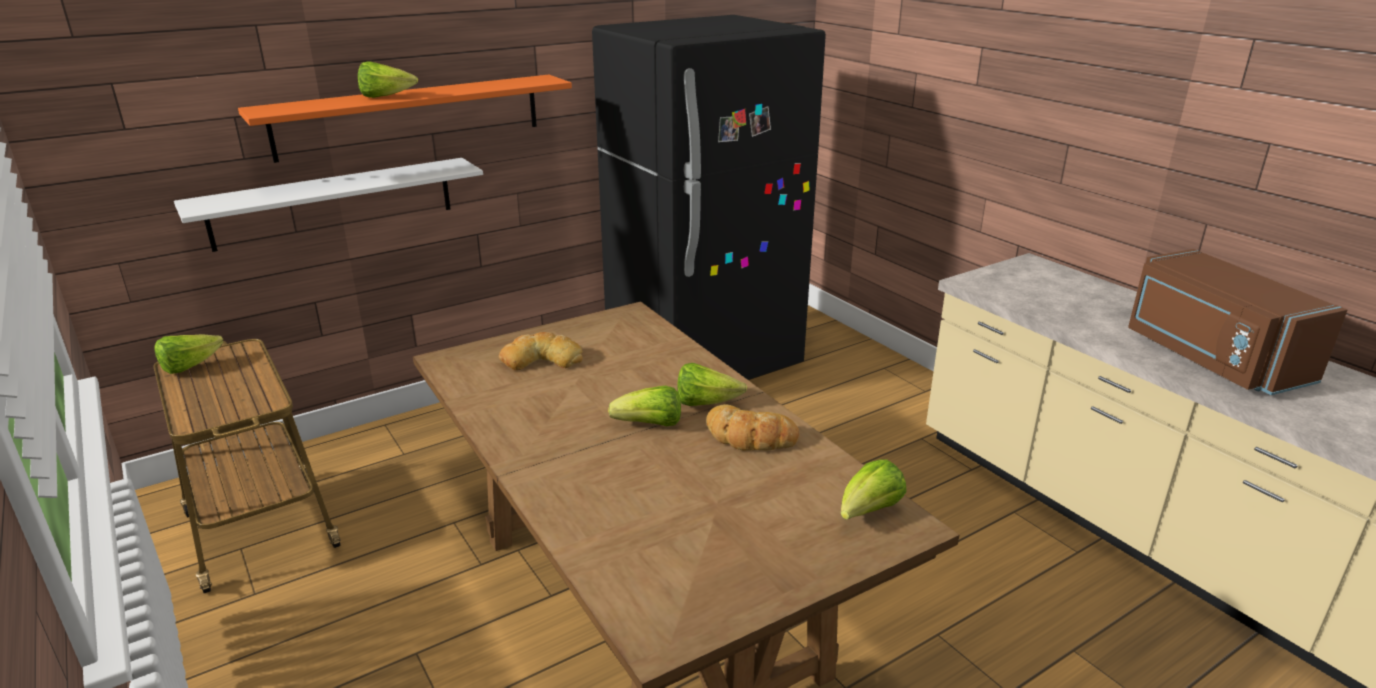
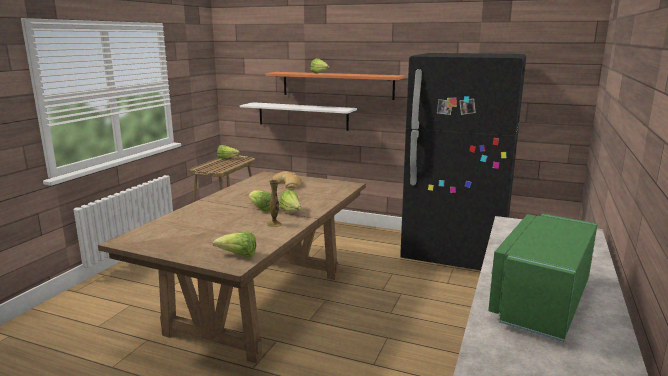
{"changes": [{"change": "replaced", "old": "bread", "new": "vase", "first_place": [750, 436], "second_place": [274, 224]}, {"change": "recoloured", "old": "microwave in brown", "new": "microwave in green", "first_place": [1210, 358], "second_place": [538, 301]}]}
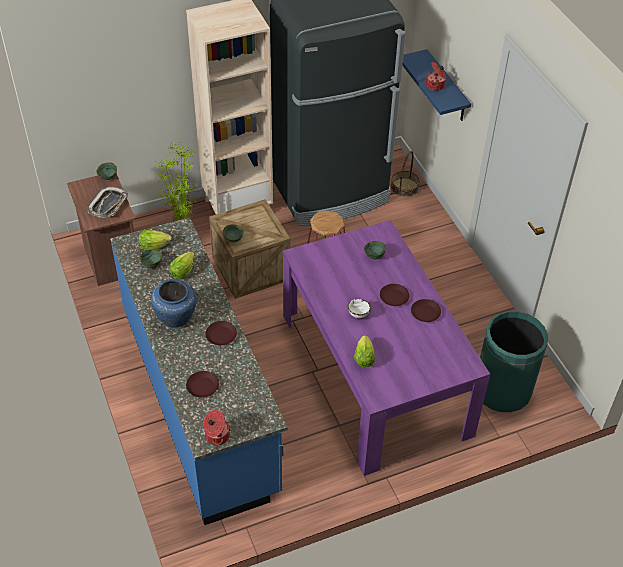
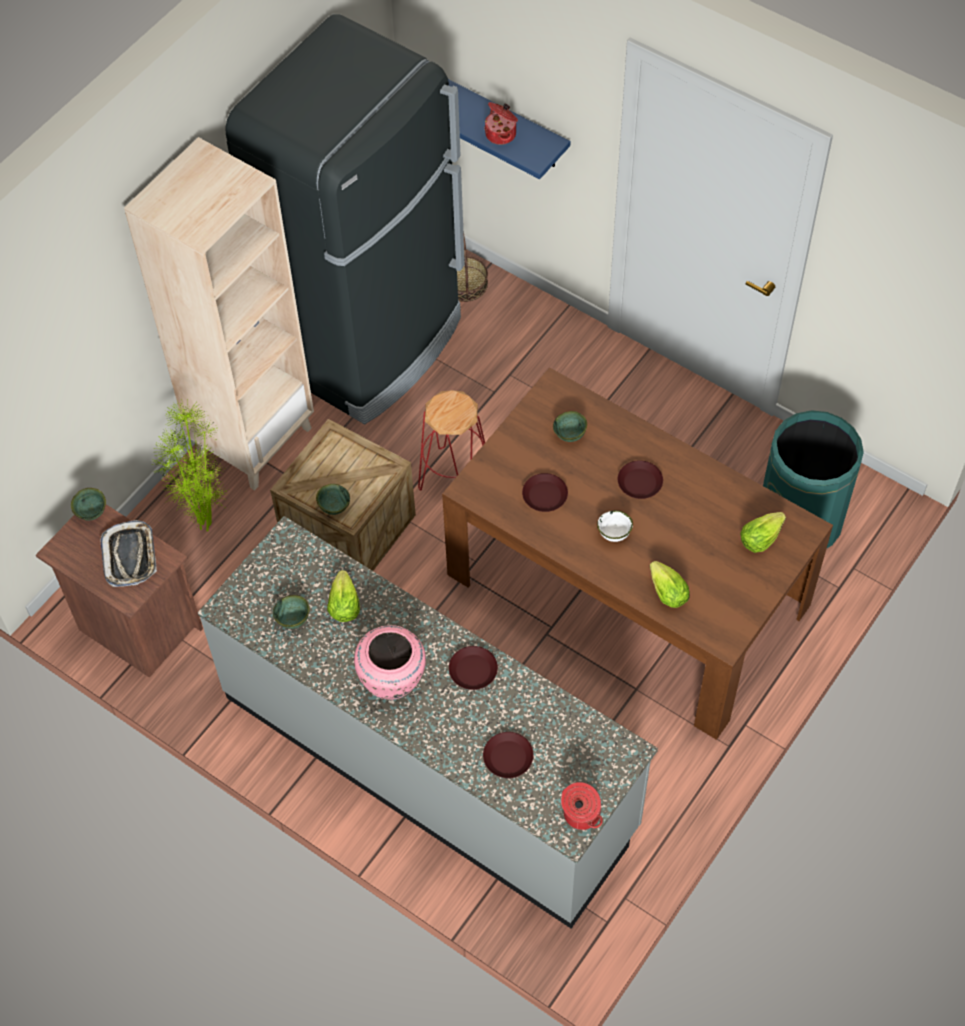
{"changes": [{"change": "recoloured", "old": "counter in blue", "new": "counter in grey", "first_place": [200, 399], "second_place": [430, 761]}, {"change": "moved", "old": "lettuce", "first_place": [154, 246], "second_place": [760, 539]}, {"change": "recoloured", "old": "vase in blue", "new": "vase in pink", "first_place": [176, 318], "second_place": [393, 681]}, {"change": "recoloured", "old": "dining table in purple", "new": "dining table in brown", "first_place": [375, 374], "second_place": [628, 590]}, {"change": "moved", "old": "plate in brown", "first_place": [425, 312], "second_place": [545, 495]}]}
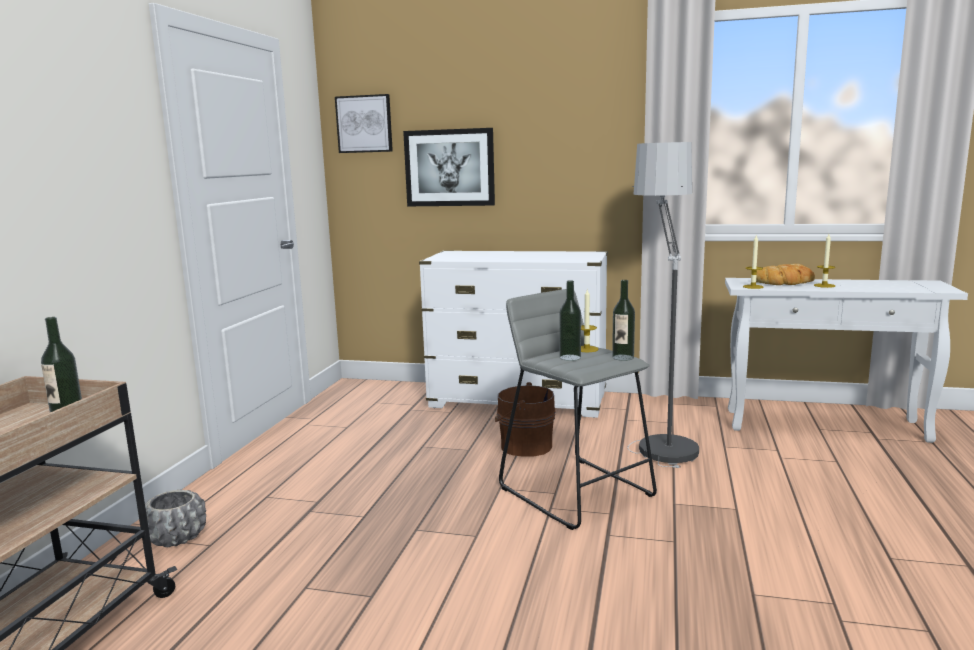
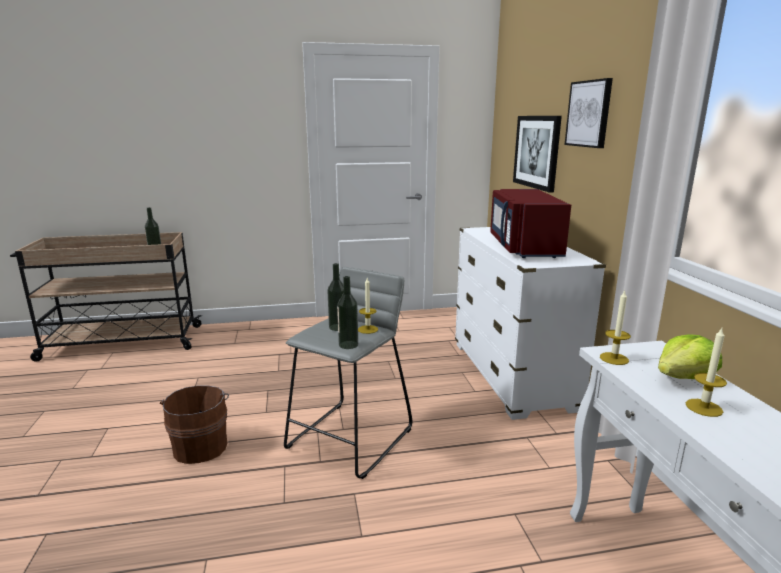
{"changes": [{"change": "removed", "old": "planter in grey", "first_place": [177, 537]}, {"change": "moved", "old": "picture", "first_place": [364, 124], "second_place": [589, 114]}, {"change": "moved", "old": "bucket in brown", "first_place": [524, 446], "second_place": [201, 445]}, {"change": "removed", "old": "floor lamp", "first_place": [659, 435]}, {"change": "replaced", "old": "bread", "new": "lettuce", "first_place": [785, 282], "second_place": [684, 377]}, {"change": "added", "new": "microwave in red", "second_place": [523, 247]}]}
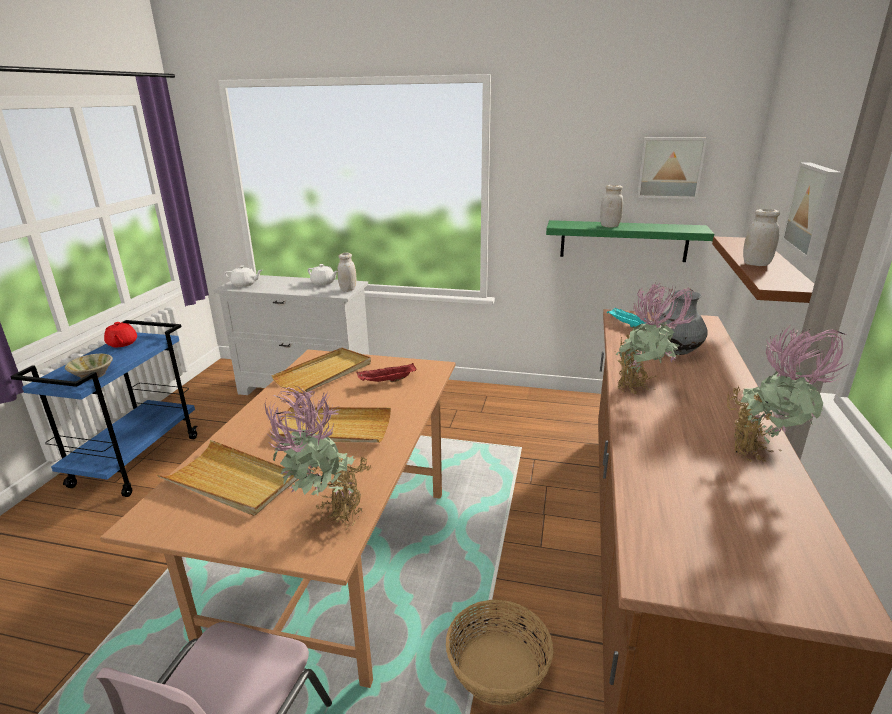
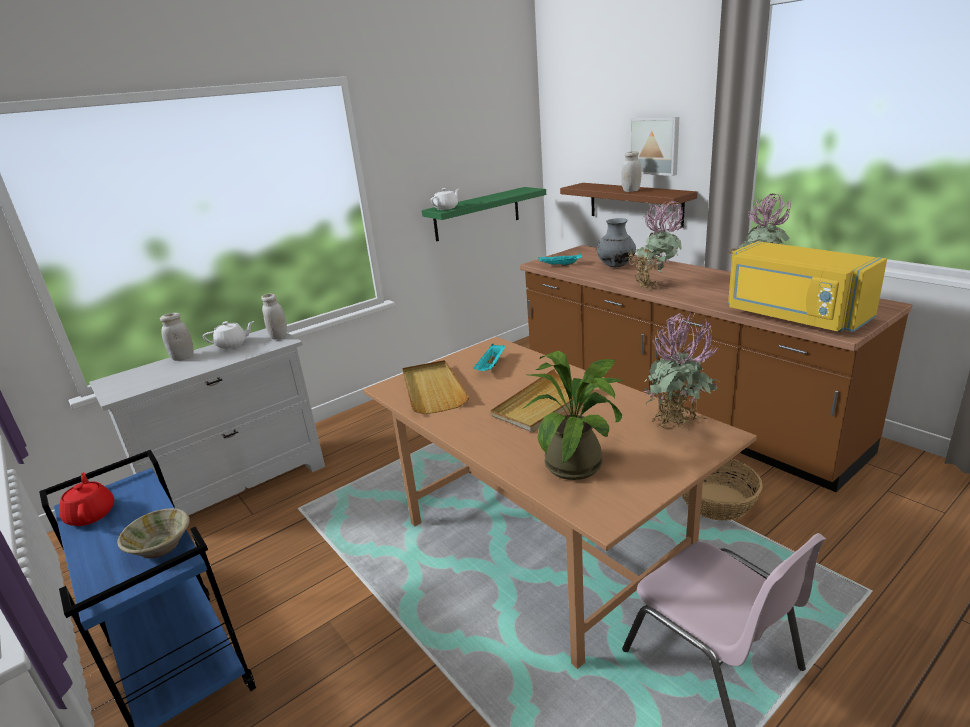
{"changes": [{"change": "turned", "old": "teapot in red", "first_place": [122, 344], "second_place": [91, 514], "degrees": -135}, {"change": "replaced", "old": "tray in beige", "new": "potted plant", "first_place": [231, 481], "second_place": [579, 463]}, {"change": "moved", "old": "teapot in white", "first_place": [245, 284], "second_place": [446, 208]}, {"change": "recoloured", "old": "tray in red", "new": "tray in turquoise", "first_place": [387, 381], "second_place": [491, 367]}, {"change": "moved", "old": "jar in white", "first_place": [609, 226], "second_place": [183, 357]}, {"change": "removed", "old": "picture", "first_place": [670, 168]}, {"change": "added", "new": "microwave in yellow", "second_place": [794, 316]}]}
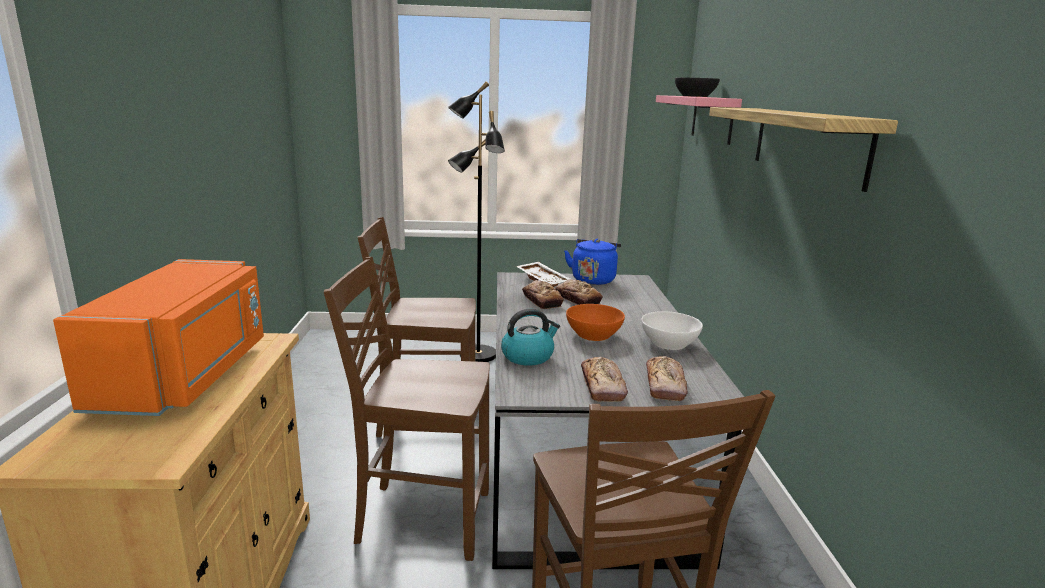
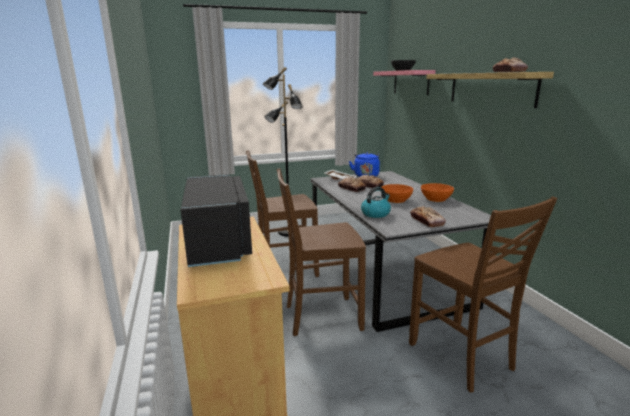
{"changes": [{"change": "recoloured", "old": "microwave in orange", "new": "microwave in black", "first_place": [187, 375], "second_place": [220, 243]}, {"change": "recoloured", "old": "bowl in white", "new": "bowl in orange", "first_place": [668, 343], "second_place": [436, 199]}, {"change": "moved", "old": "bread", "first_place": [664, 385], "second_place": [509, 72]}]}
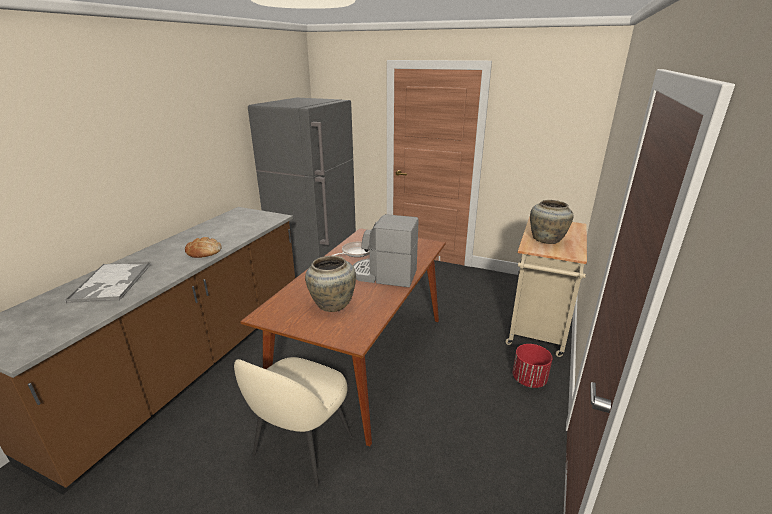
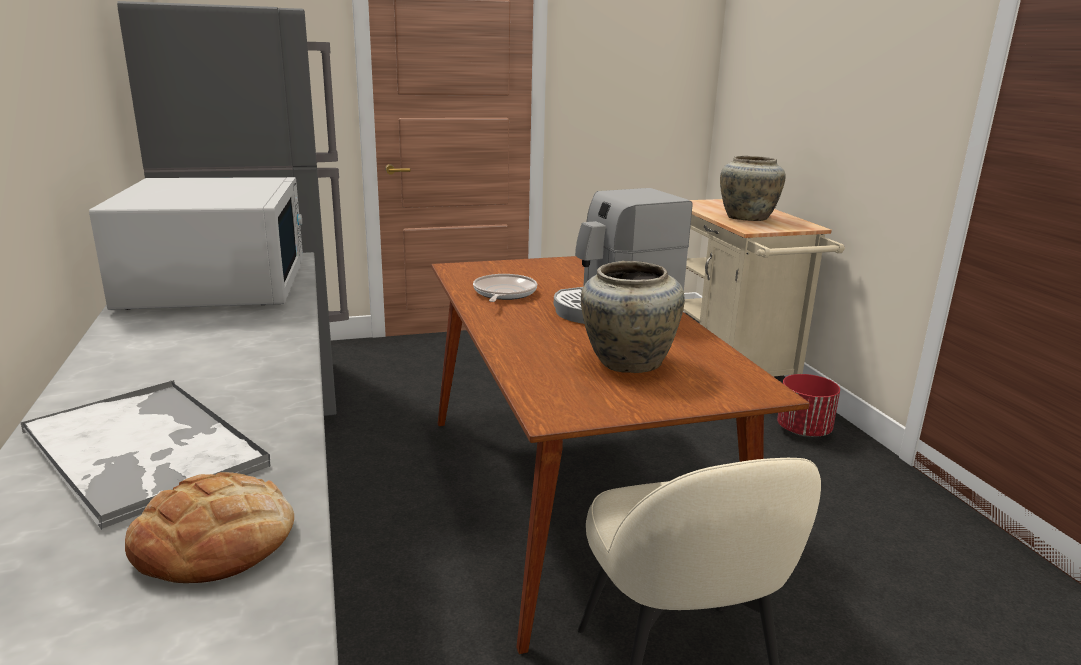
{"changes": [{"change": "moved", "old": "bread", "first_place": [204, 251], "second_place": [216, 540]}, {"change": "added", "new": "microwave in white", "second_place": [218, 284]}]}
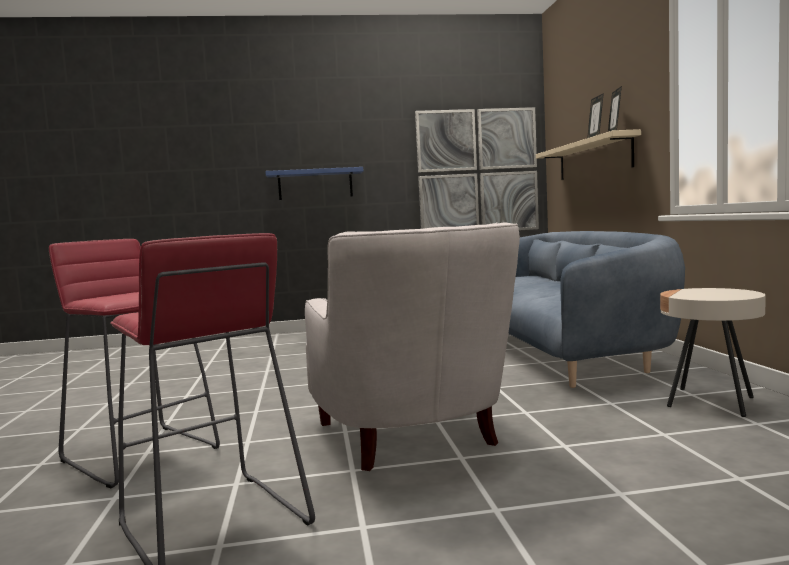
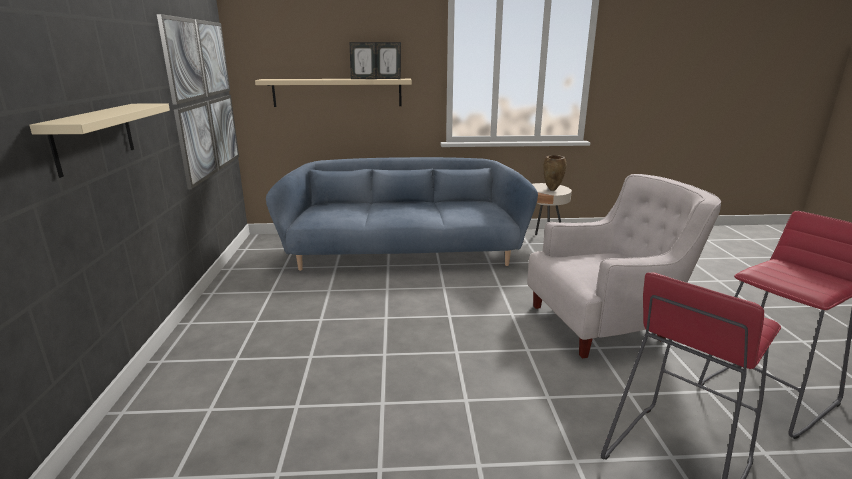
{"changes": [{"change": "recoloured", "old": "shelf in blue", "new": "shelf in beige", "first_place": [315, 184], "second_place": [94, 137]}, {"change": "added", "new": "vase in brown", "second_place": [552, 190]}]}
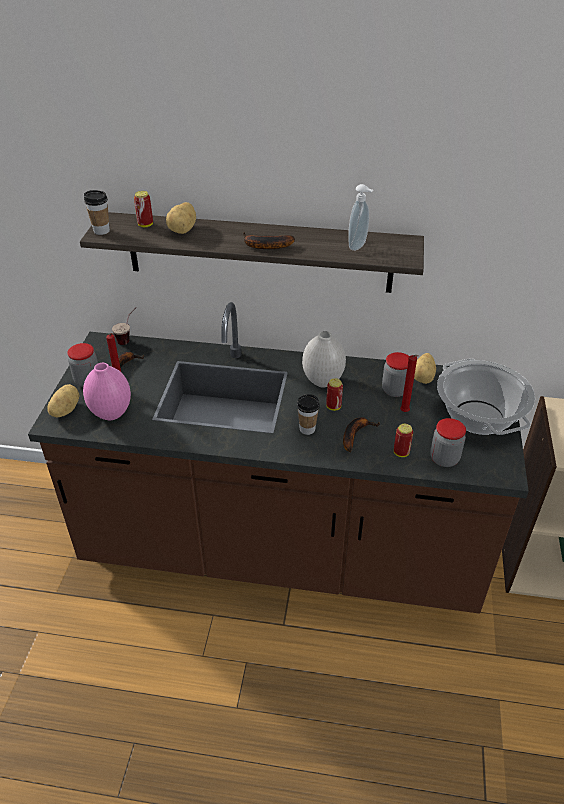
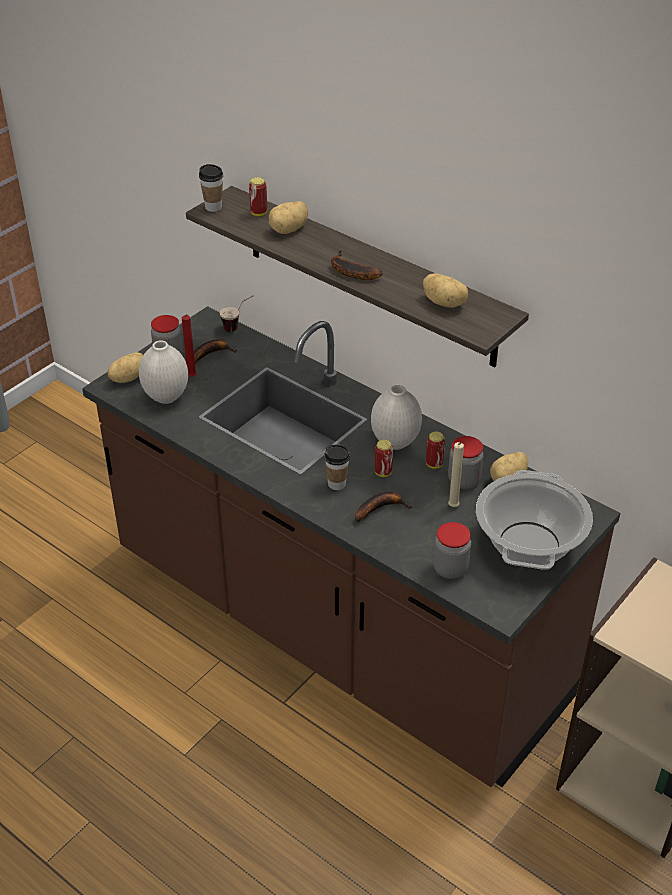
{"changes": [{"change": "recoloured", "old": "vase in pink", "new": "vase in white", "first_place": [112, 413], "second_place": [167, 397]}, {"change": "replaced", "old": "soap dispenser", "new": "potato", "first_place": [358, 246], "second_place": [445, 303]}, {"change": "moved", "old": "can", "first_place": [401, 453], "second_place": [434, 464]}, {"change": "recoloured", "old": "candle in red", "new": "candle in beige", "first_place": [405, 412], "second_place": [453, 507]}]}
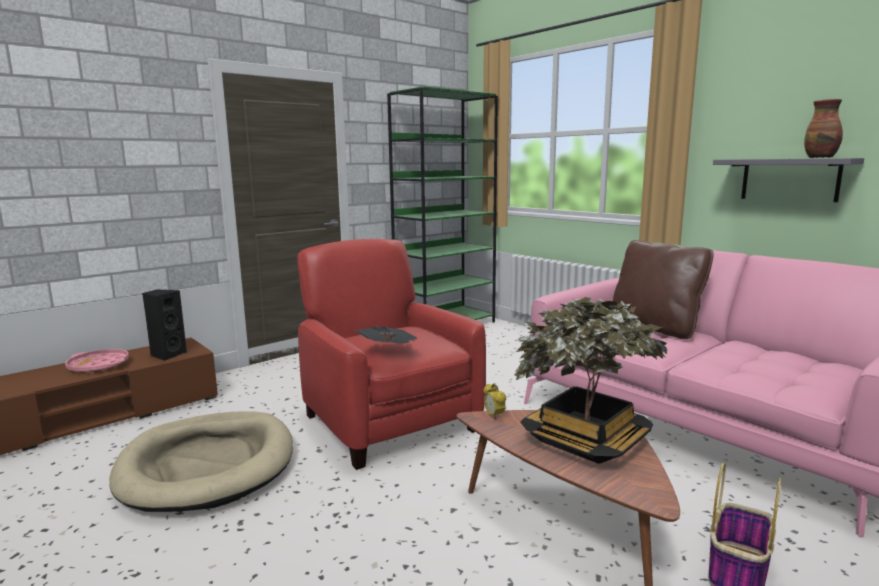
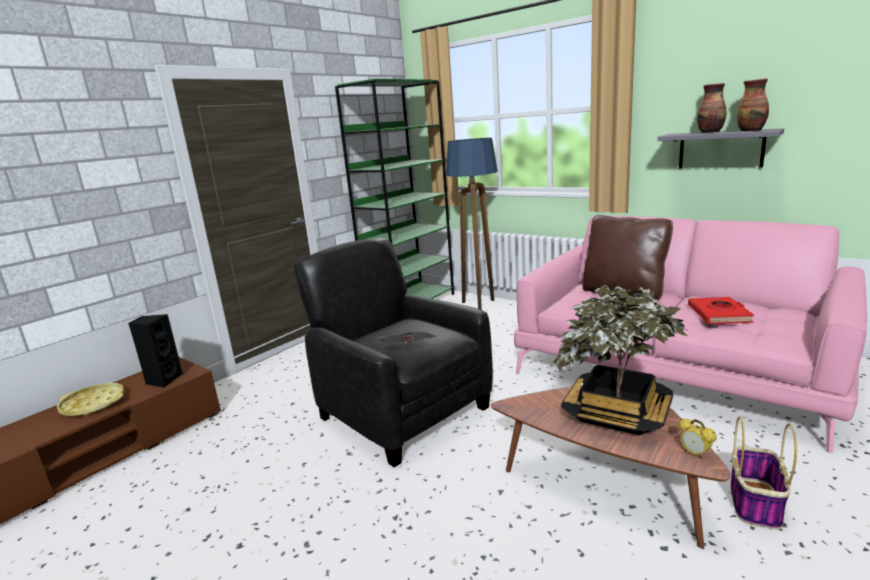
{"changes": [{"change": "recoloured", "old": "tray in pink", "new": "tray in yellow", "first_place": [98, 365], "second_place": [93, 404]}, {"change": "removed", "old": "dog bed in beige", "first_place": [208, 465]}, {"change": "recoloured", "old": "armchair in red", "new": "armchair in black", "first_place": [389, 421], "second_place": [402, 411]}, {"change": "moved", "old": "alarm clock", "first_place": [494, 416], "second_place": [694, 454]}, {"change": "added", "new": "floor lamp", "second_place": [479, 307]}, {"change": "added", "new": "book in red", "second_place": [719, 314]}, {"change": "added", "new": "vase", "second_place": [710, 132]}]}
